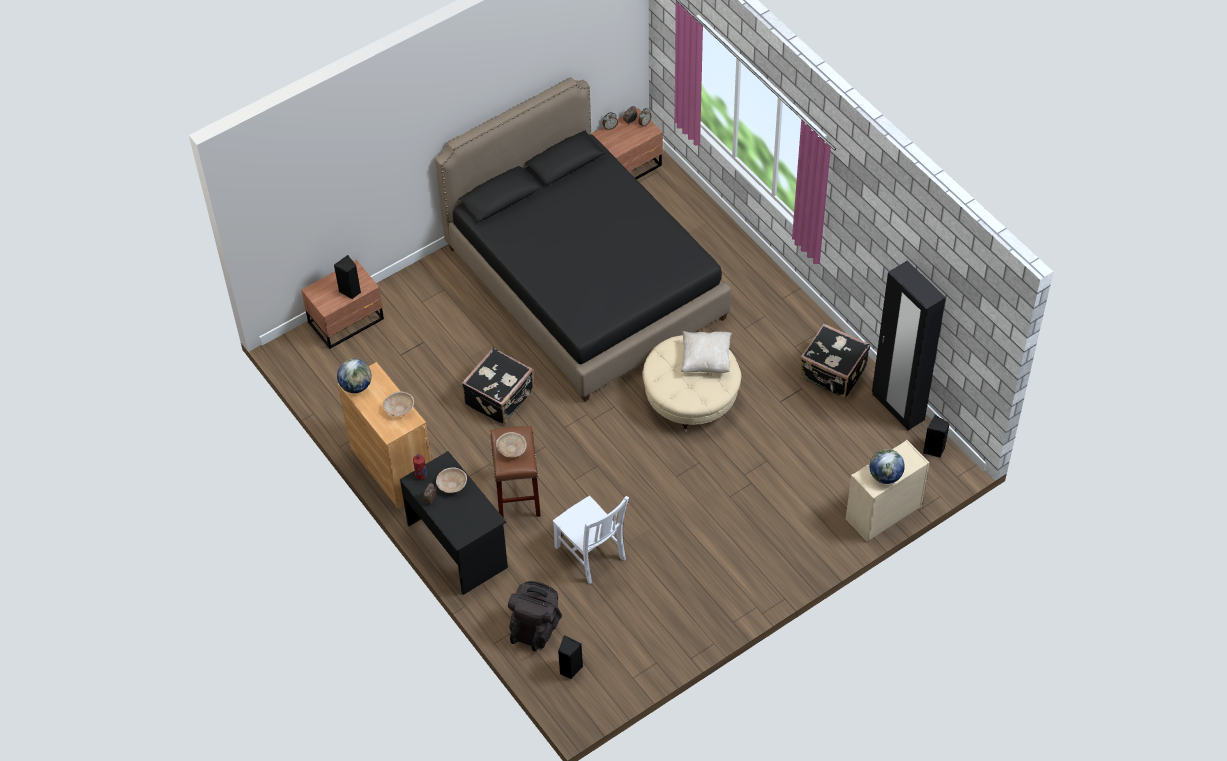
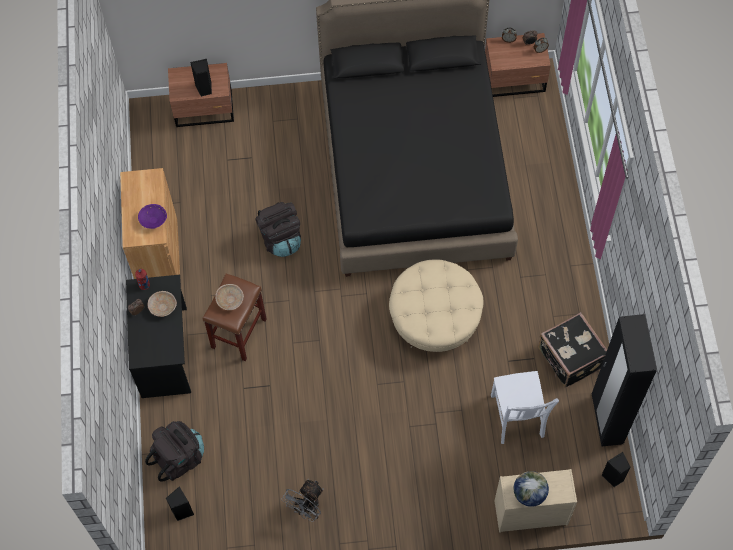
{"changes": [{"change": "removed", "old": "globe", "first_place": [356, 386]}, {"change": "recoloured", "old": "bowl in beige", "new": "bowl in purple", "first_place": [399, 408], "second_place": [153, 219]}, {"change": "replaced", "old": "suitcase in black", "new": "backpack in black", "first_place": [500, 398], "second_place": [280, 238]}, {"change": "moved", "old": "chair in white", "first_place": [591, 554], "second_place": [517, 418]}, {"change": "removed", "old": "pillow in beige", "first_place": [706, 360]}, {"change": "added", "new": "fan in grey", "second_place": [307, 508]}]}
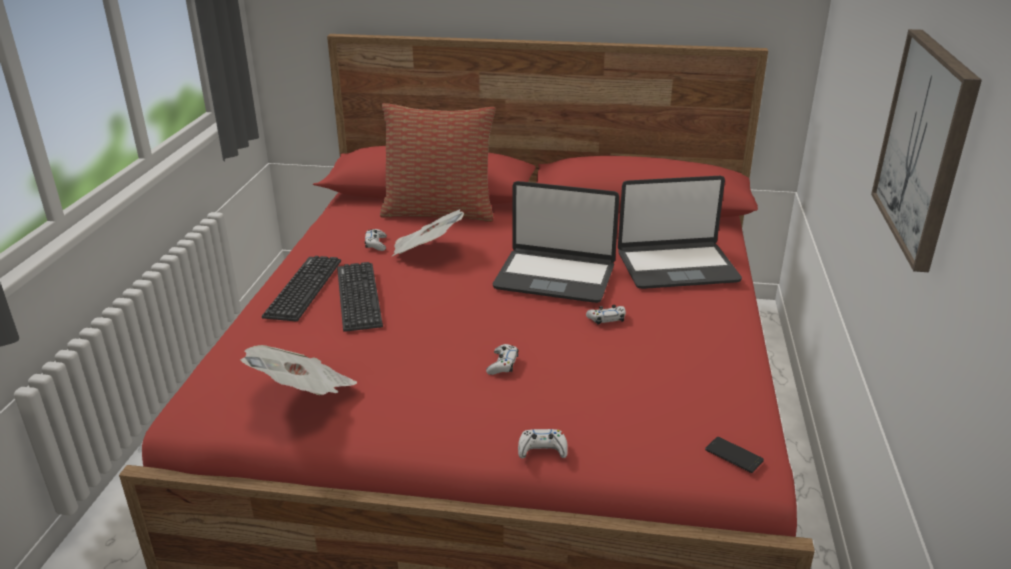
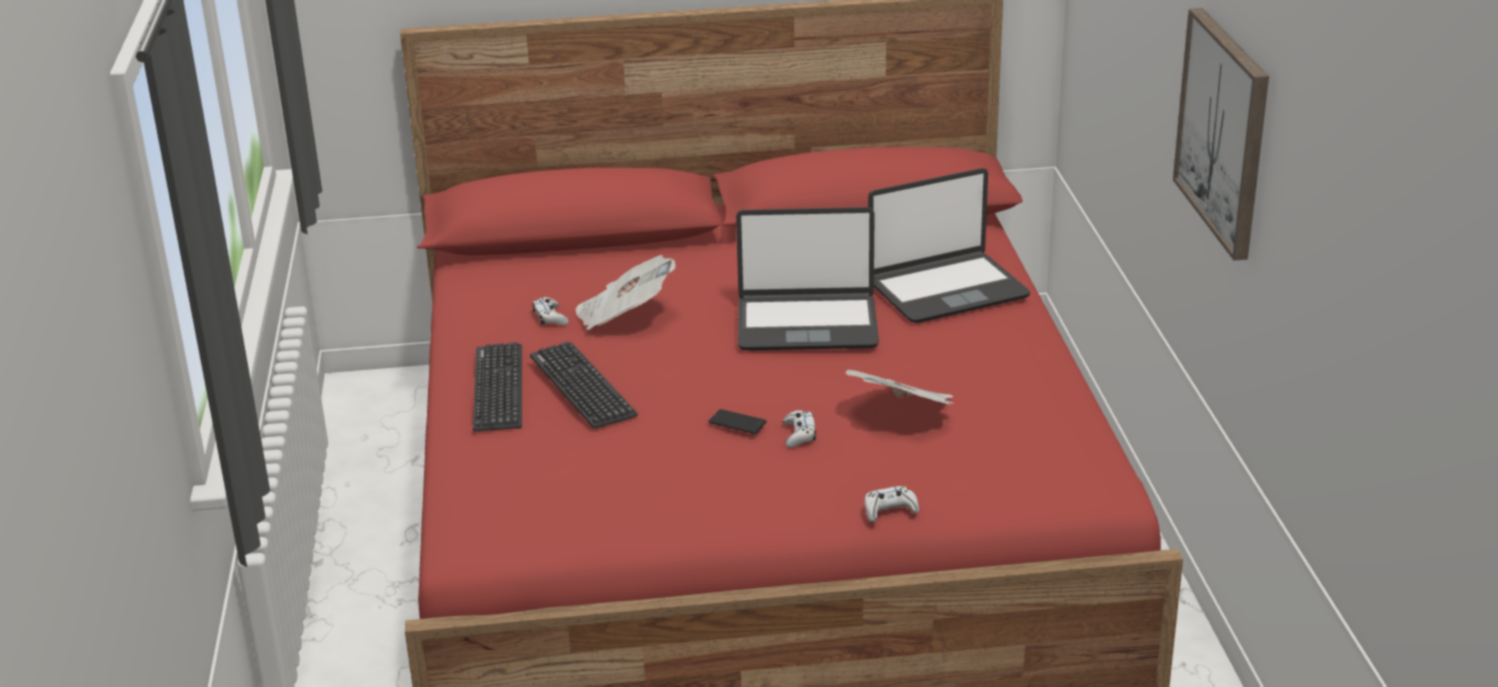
{"changes": [{"change": "moved", "old": "newspaper", "first_place": [303, 393], "second_place": [904, 413]}, {"change": "removed", "old": "pillow", "first_place": [439, 212]}, {"change": "removed", "old": "game controller in white", "first_place": [606, 319]}, {"change": "moved", "old": "phone", "first_place": [734, 455], "second_place": [737, 422]}]}
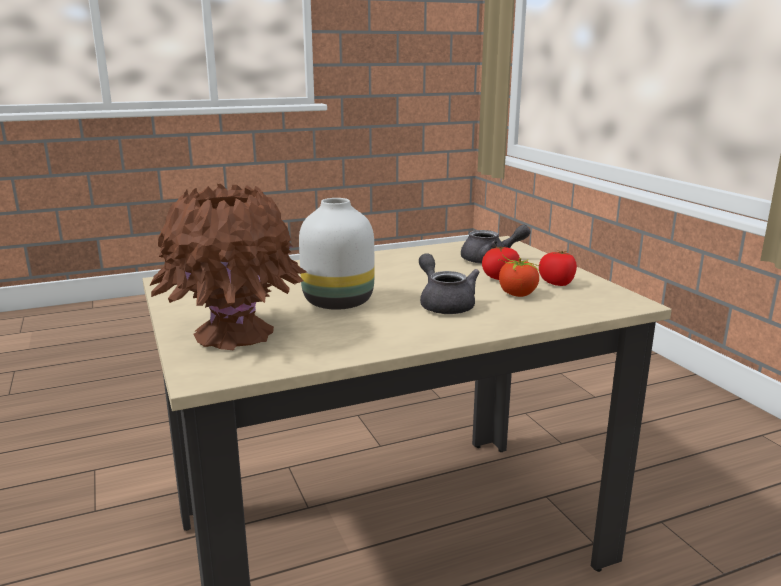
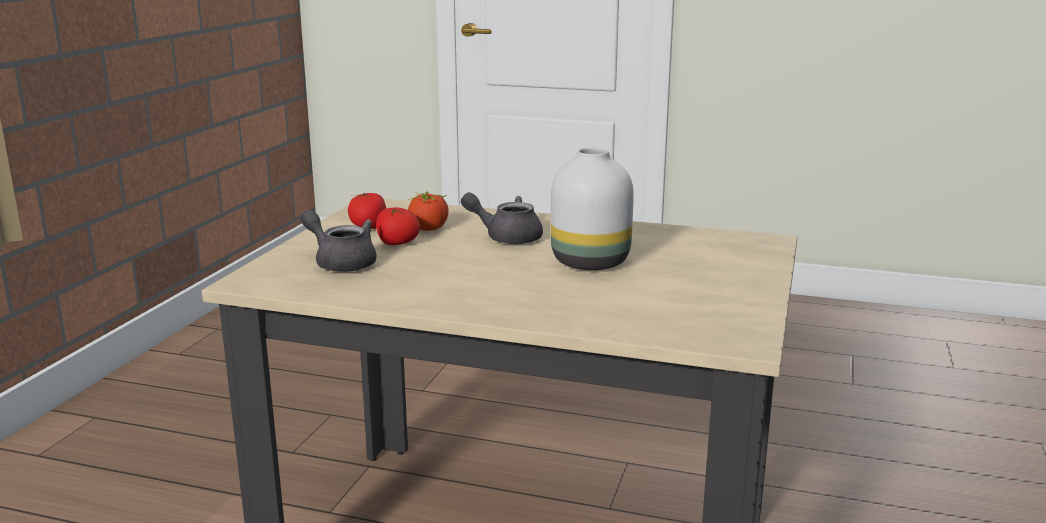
{"changes": [{"change": "removed", "old": "vase in brown", "first_place": [233, 334]}, {"change": "turned", "old": "teapot in grey", "first_place": [444, 304], "second_place": [506, 237], "degrees": 90}]}
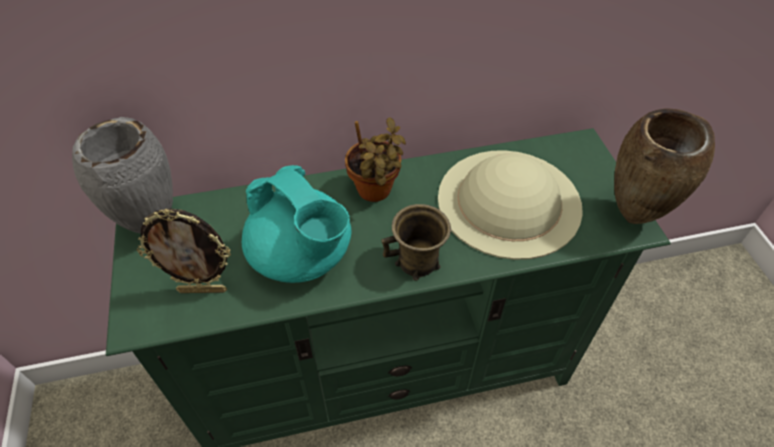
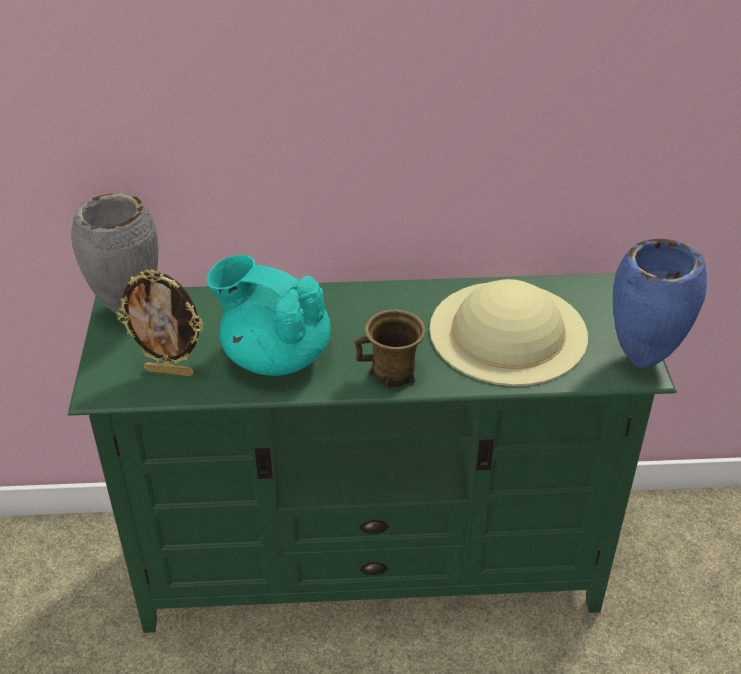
{"changes": [{"change": "turned", "old": "teapot in turquoise", "first_place": [302, 257], "second_place": [275, 356], "degrees": 150}, {"change": "removed", "old": "potted plant", "first_place": [375, 193]}, {"change": "recoloured", "old": "vase in brown", "new": "vase in blue", "first_place": [633, 218], "second_place": [642, 363]}]}
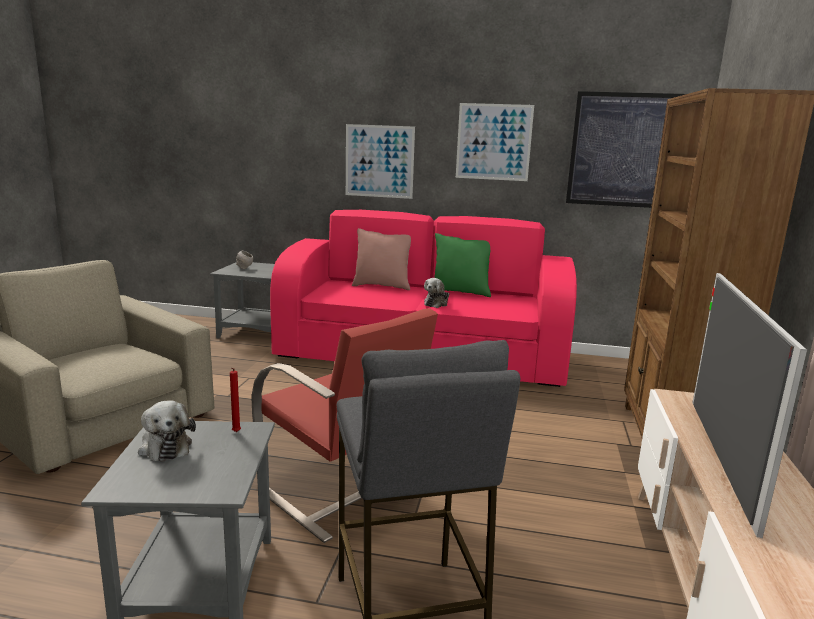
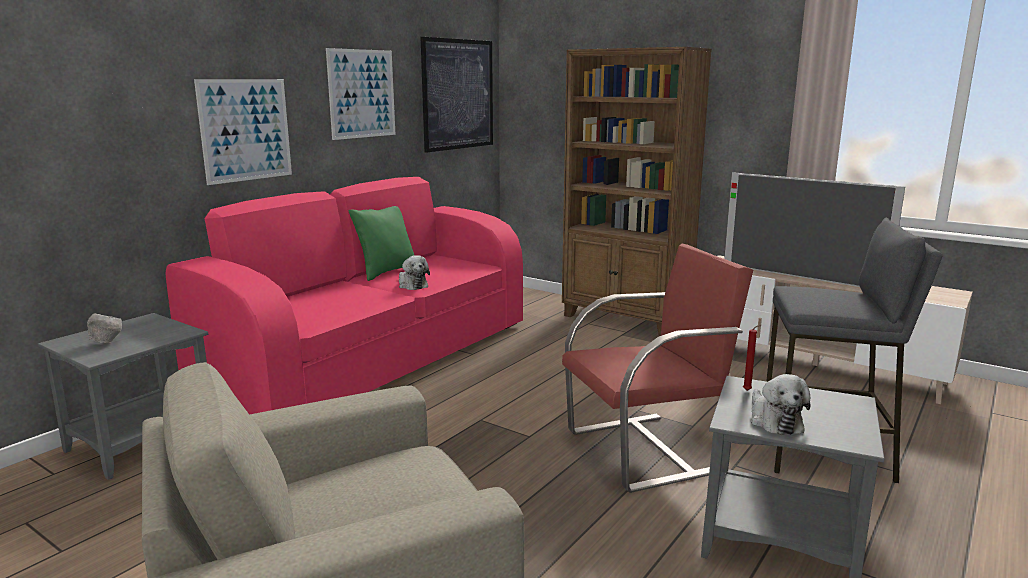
{"changes": [{"change": "turned", "old": "plush toy", "first_place": [165, 446], "second_place": [774, 420], "degrees": 90}, {"change": "removed", "old": "pillow in pink", "first_place": [382, 286]}]}
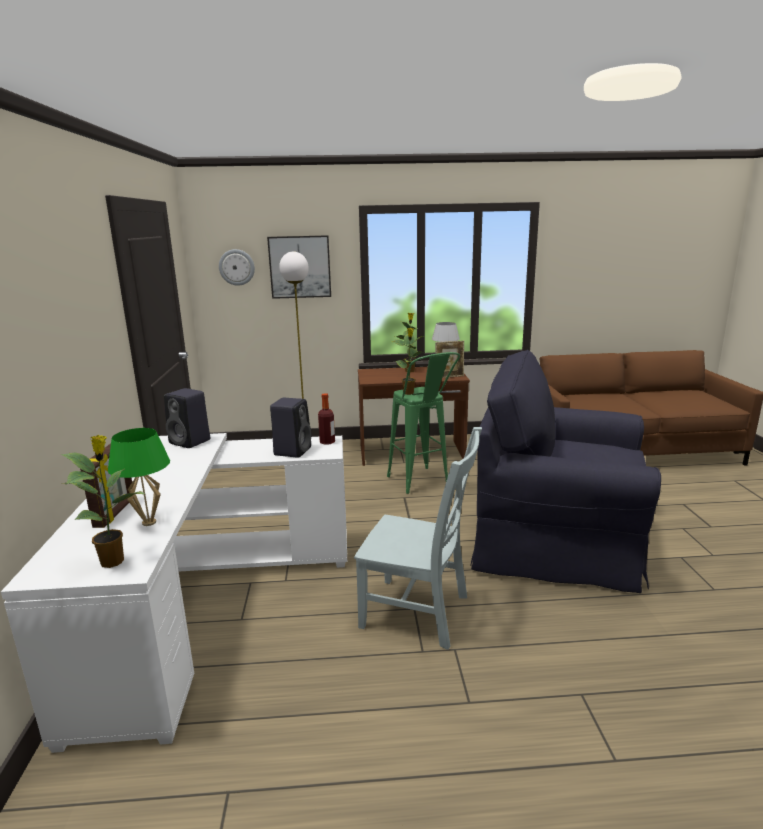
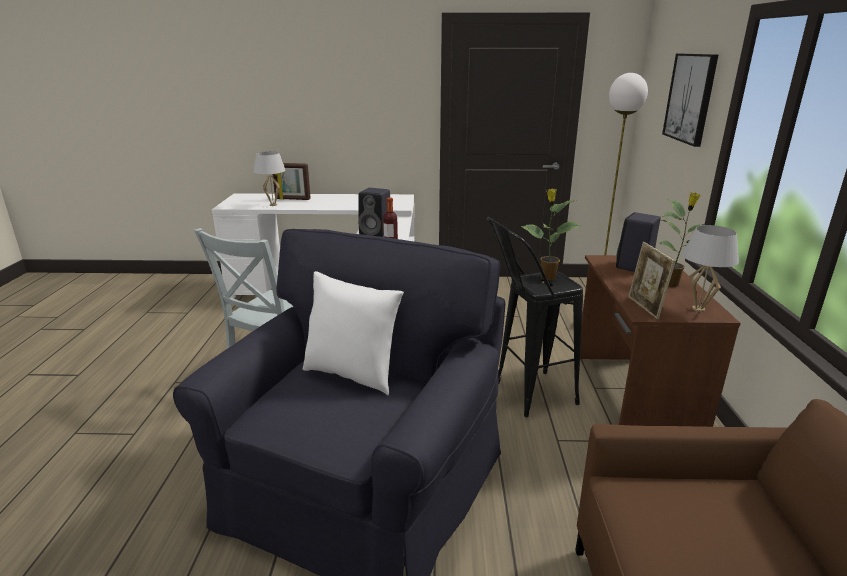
{"changes": [{"change": "removed", "old": "potted plant", "first_place": [114, 561]}, {"change": "recoloured", "old": "table lamp in green", "new": "table lamp in white", "first_place": [149, 522], "second_place": [273, 205]}, {"change": "moved", "old": "speaker in black", "first_place": [191, 442], "second_place": [634, 267]}, {"change": "removed", "old": "wall clock", "first_place": [236, 267]}, {"change": "recoloured", "old": "stool in green", "new": "stool in black", "first_place": [422, 484], "second_place": [524, 396]}, {"change": "added", "new": "pillow in white", "second_place": [352, 374]}]}
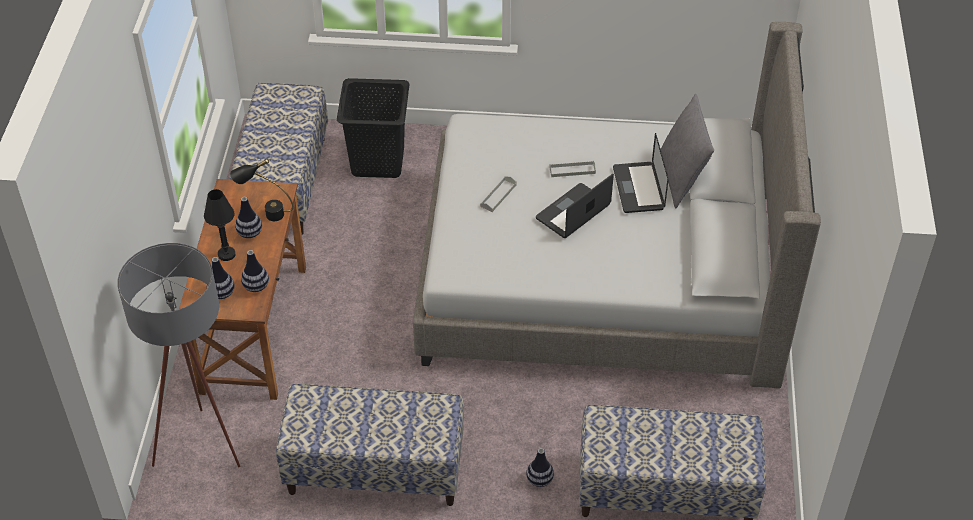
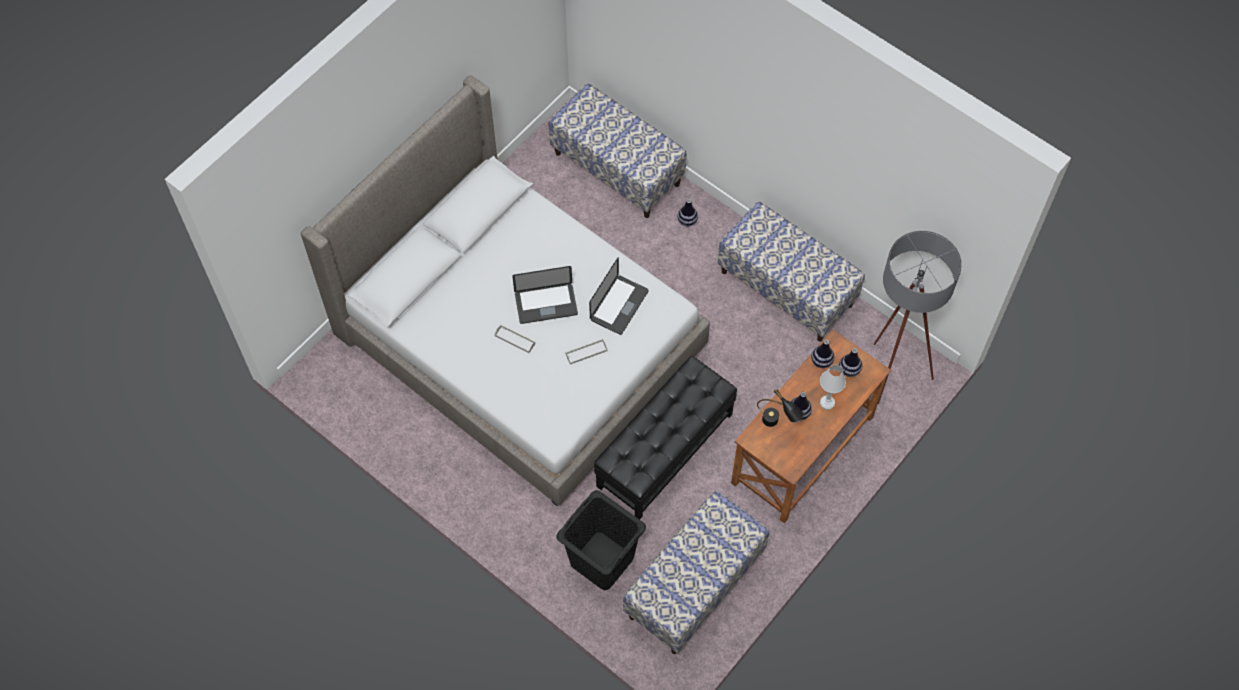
{"changes": [{"change": "recoloured", "old": "table lamp in black", "new": "table lamp in white", "first_place": [226, 254], "second_place": [827, 403]}, {"change": "moved", "old": "laptop", "first_place": [638, 188], "second_place": [619, 305]}, {"change": "removed", "old": "pillow in grey", "first_place": [682, 178]}, {"change": "added", "new": "ottoman in black", "second_place": [664, 449]}]}
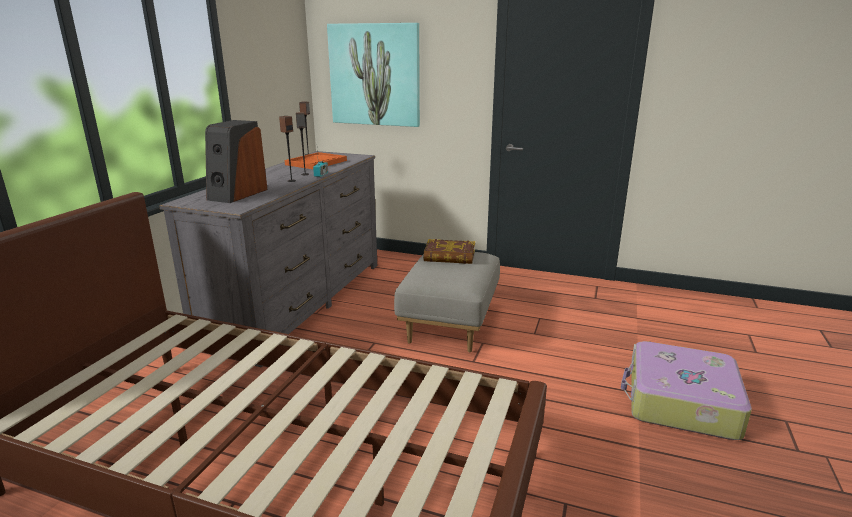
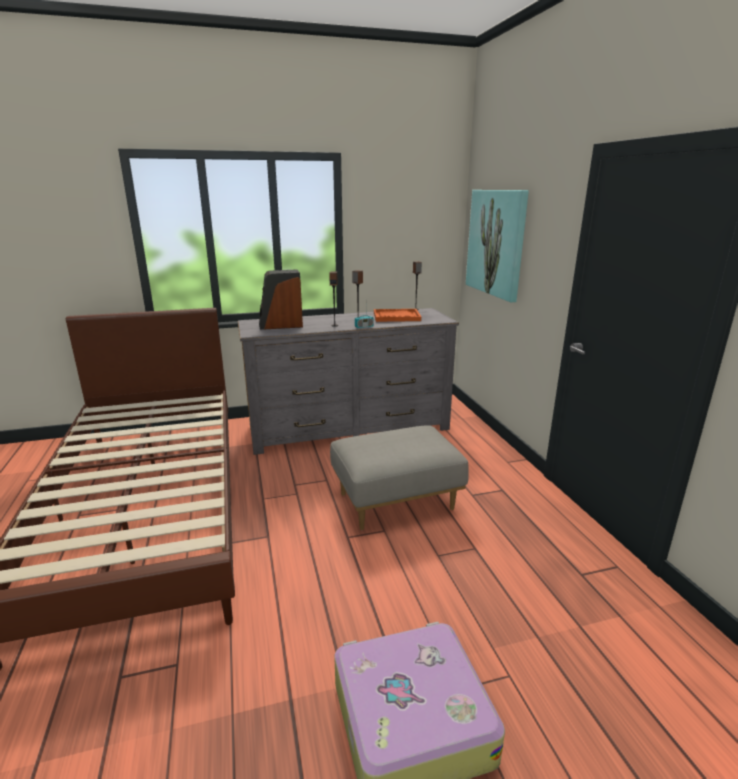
{"changes": [{"change": "removed", "old": "book", "first_place": [449, 256]}]}
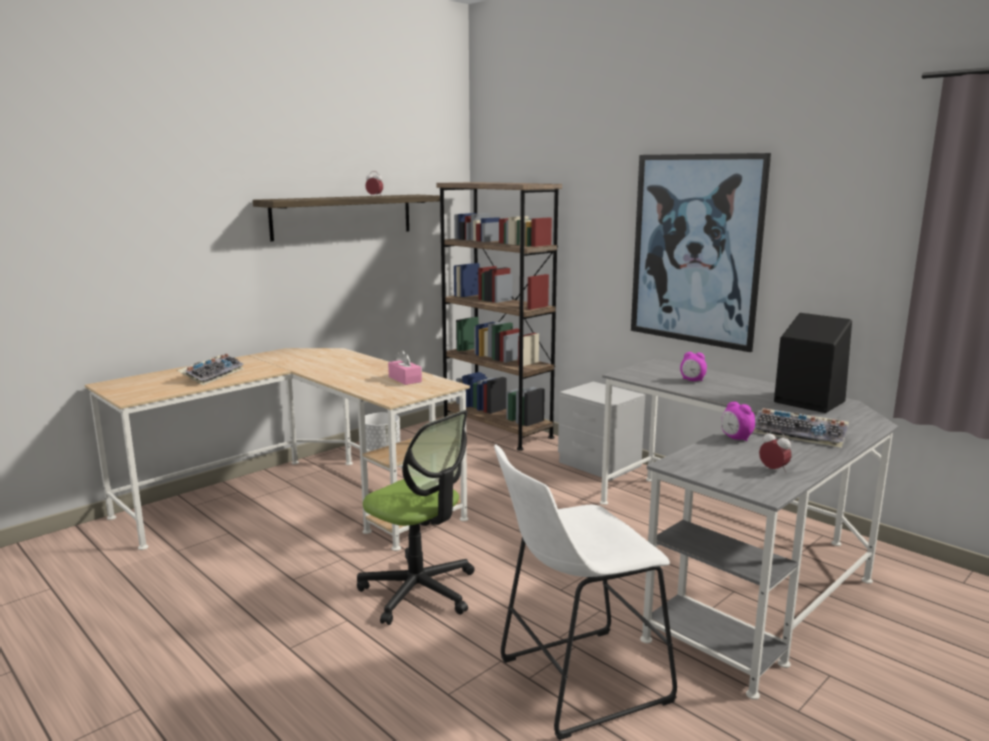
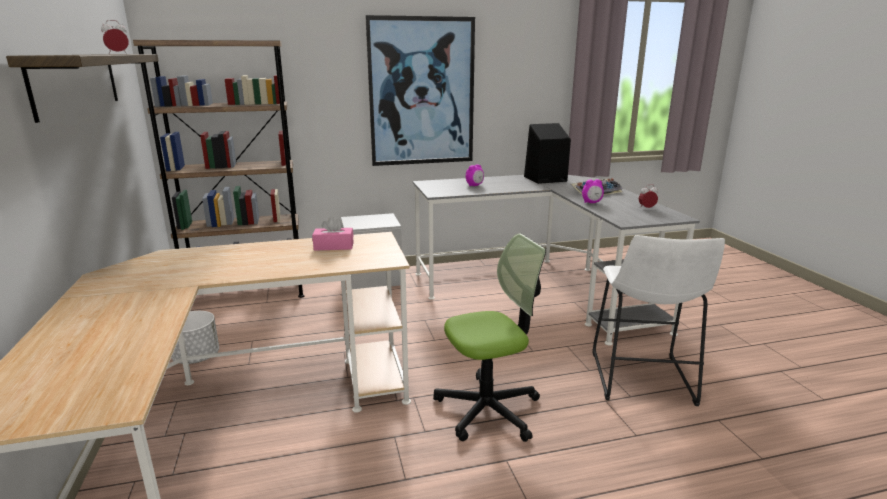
{"changes": [{"change": "removed", "old": "keyboard", "first_place": [212, 375]}]}
